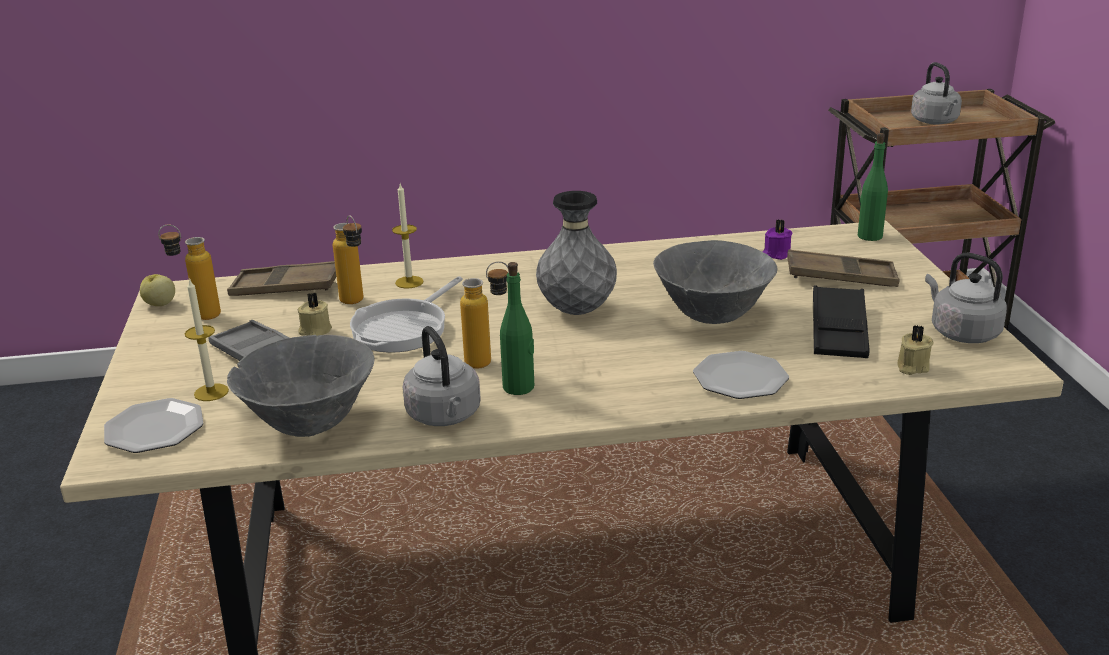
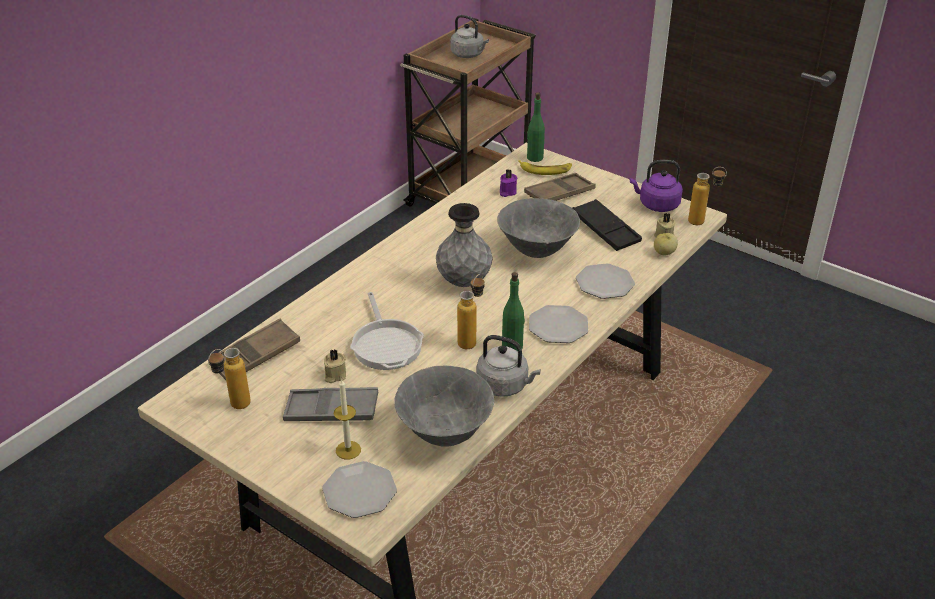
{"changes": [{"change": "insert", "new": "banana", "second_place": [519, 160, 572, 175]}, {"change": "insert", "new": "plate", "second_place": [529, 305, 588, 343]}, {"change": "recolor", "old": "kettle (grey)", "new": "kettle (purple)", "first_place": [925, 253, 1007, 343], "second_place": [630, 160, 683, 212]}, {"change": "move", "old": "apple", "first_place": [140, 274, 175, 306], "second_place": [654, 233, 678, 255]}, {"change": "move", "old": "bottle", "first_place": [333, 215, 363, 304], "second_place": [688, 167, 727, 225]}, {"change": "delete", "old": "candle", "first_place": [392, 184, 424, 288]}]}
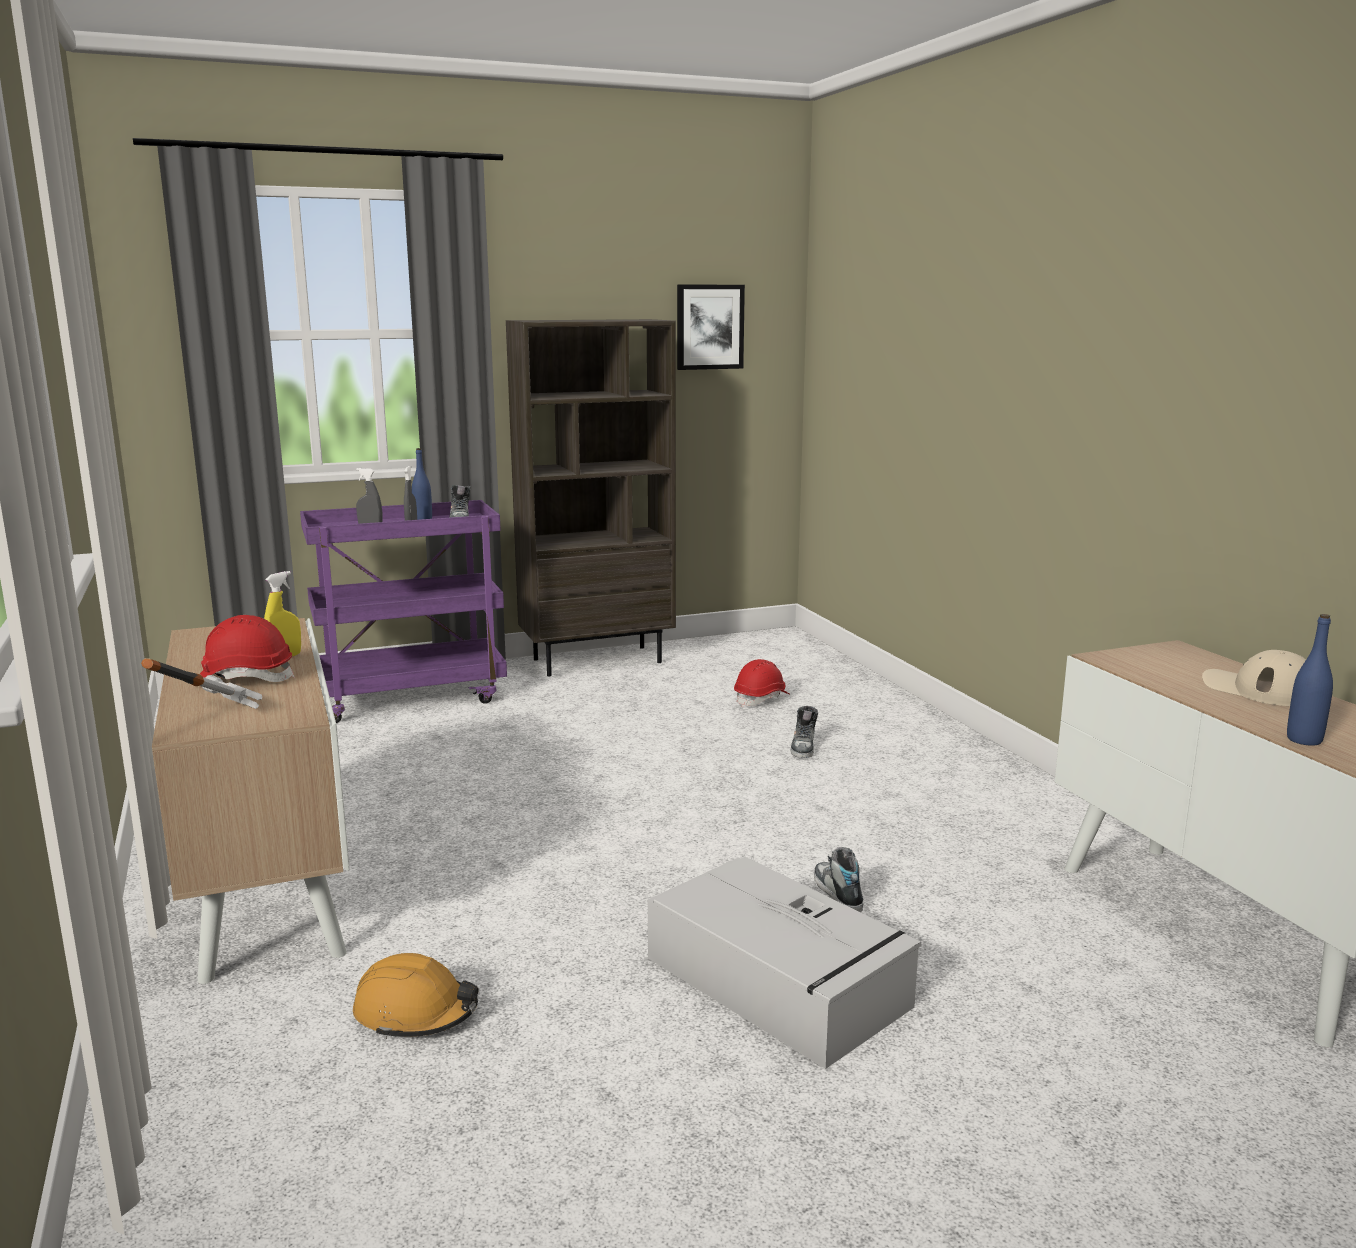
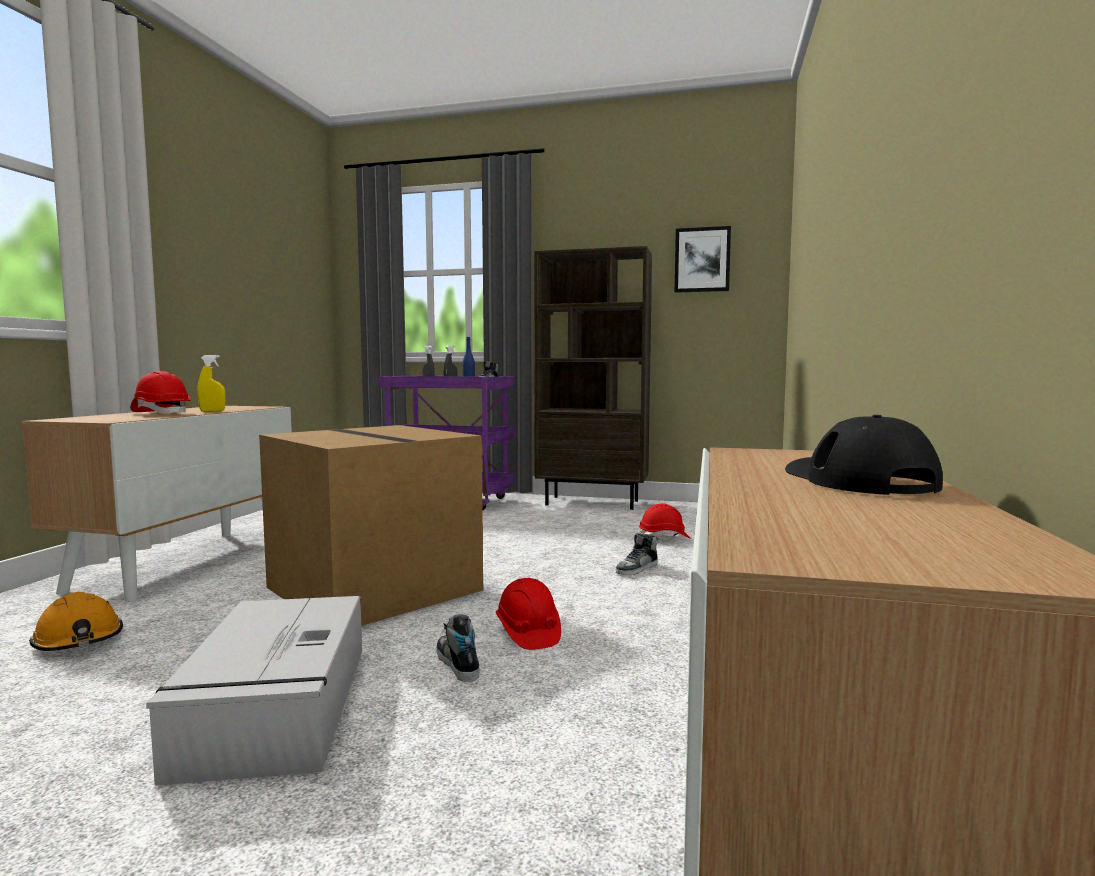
{"changes": [{"change": "insert", "new": "cardboard box", "second_place": [259, 425, 483, 626]}, {"change": "rotate", "old": "shoe", "first_place": [814, 847, 863, 912], "second_place": [437, 614, 480, 682], "degrees": -45}, {"change": "insert", "new": "hard hat (red)", "second_place": [496, 578, 561, 650]}, {"change": "recolor", "old": "cap (beige)", "new": "cap (black)", "first_place": [1202, 650, 1306, 706], "second_place": [785, 415, 943, 495]}, {"change": "delete", "old": "hammer", "first_place": [141, 658, 262, 709]}, {"change": "delete", "old": "bottle (blue)", "first_place": [1287, 614, 1333, 746]}]}
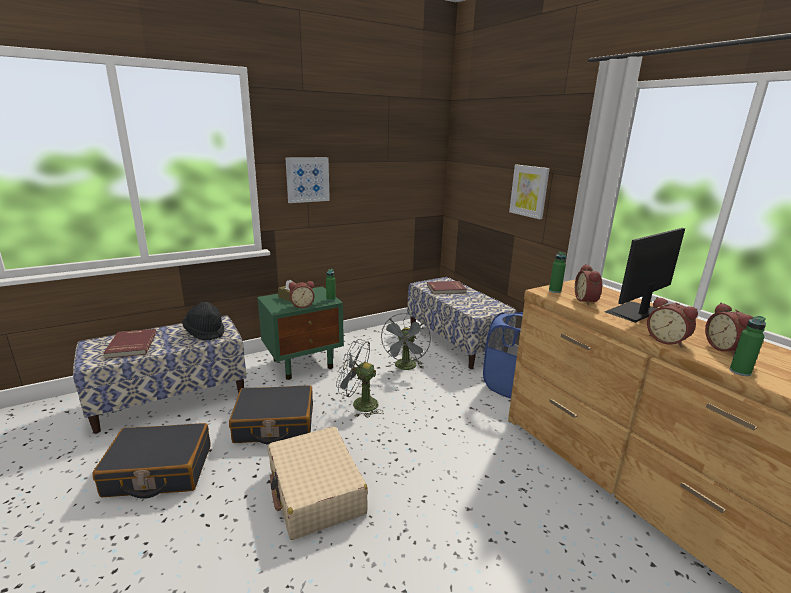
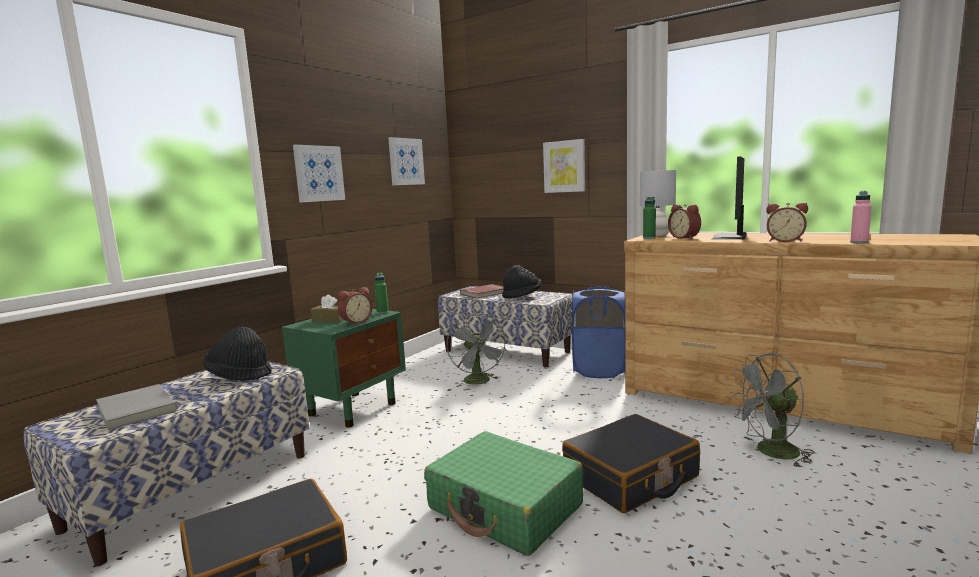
{"changes": [{"change": "recolor", "old": "book (red)", "new": "book (grey)", "first_place": [103, 329, 157, 359], "second_place": [96, 384, 177, 430]}, {"change": "insert", "new": "picture", "second_place": [388, 137, 425, 185]}, {"change": "recolor", "old": "suitcase (beige)", "new": "suitcase (green)", "first_place": [268, 427, 368, 540], "second_place": [424, 431, 583, 556]}, {"change": "insert", "new": "hat (black)", "second_place": [502, 265, 541, 299]}, {"change": "move", "old": "suitcase (black)", "first_place": [229, 385, 313, 444], "second_place": [562, 414, 700, 513]}, {"change": "insert", "new": "table lamp (grey)", "second_place": [640, 170, 676, 236]}, {"change": "move", "old": "fan (grey)", "first_place": [336, 339, 383, 418], "second_place": [730, 353, 814, 467]}, {"change": "recolor", "old": "bottle (green)", "new": "bottle (pink)", "first_place": [730, 316, 766, 376], "second_place": [850, 191, 872, 243]}, {"change": "delete", "old": "alarm clock", "first_place": [705, 303, 753, 356]}]}
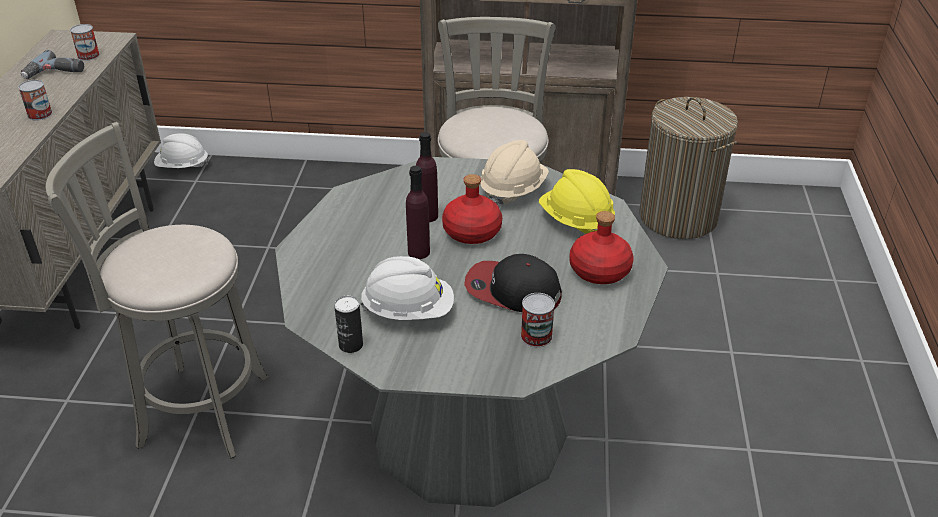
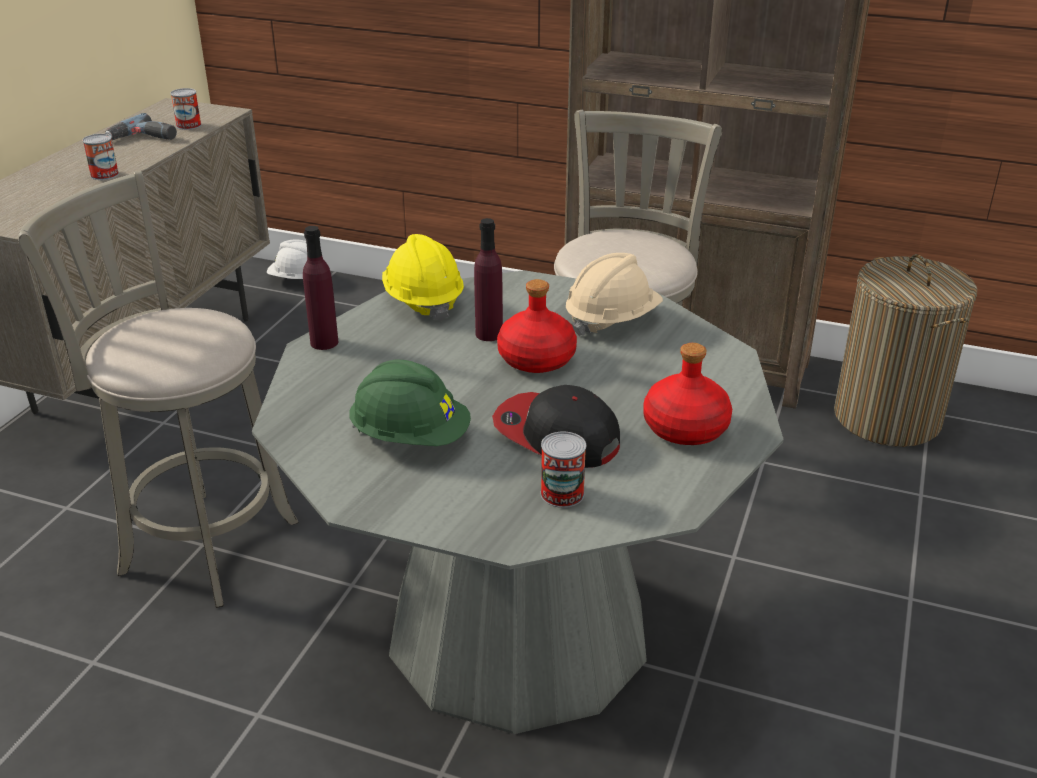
{"changes": [{"change": "move", "old": "bottle (purple)", "first_place": [406, 166, 430, 259], "second_place": [303, 226, 338, 350]}, {"change": "recolor", "old": "hard hat (white)", "new": "hard hat (green)", "first_place": [360, 256, 454, 320], "second_place": [349, 359, 471, 446]}, {"change": "move", "old": "hard hat (yellow)", "first_place": [539, 169, 615, 234], "second_place": [382, 234, 464, 322]}, {"change": "delete", "old": "can", "first_place": [334, 296, 363, 353]}]}
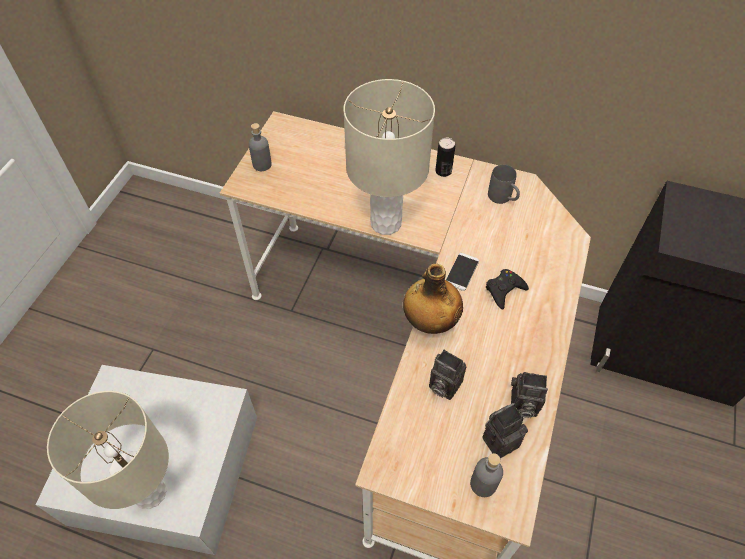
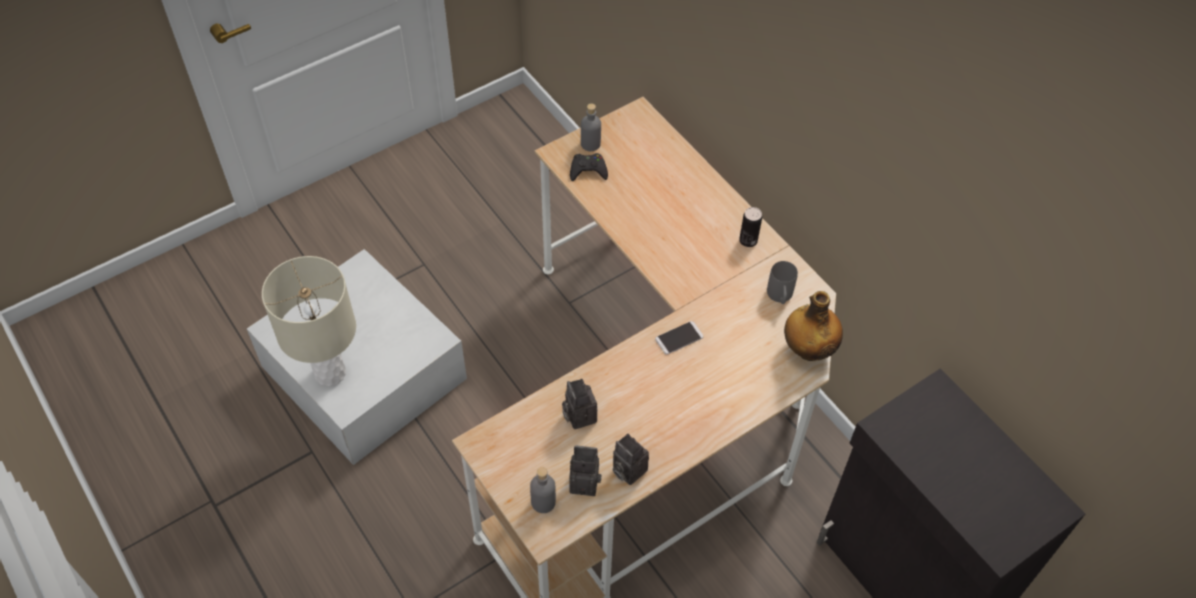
{"changes": [{"change": "move", "old": "game controller (black)", "first_place": [486, 269, 529, 309], "second_place": [570, 153, 608, 181]}, {"change": "move", "old": "bottle", "first_place": [403, 263, 463, 334], "second_place": [784, 291, 843, 361]}, {"change": "delete", "old": "table lamp (beige)", "first_place": [343, 79, 435, 235]}]}
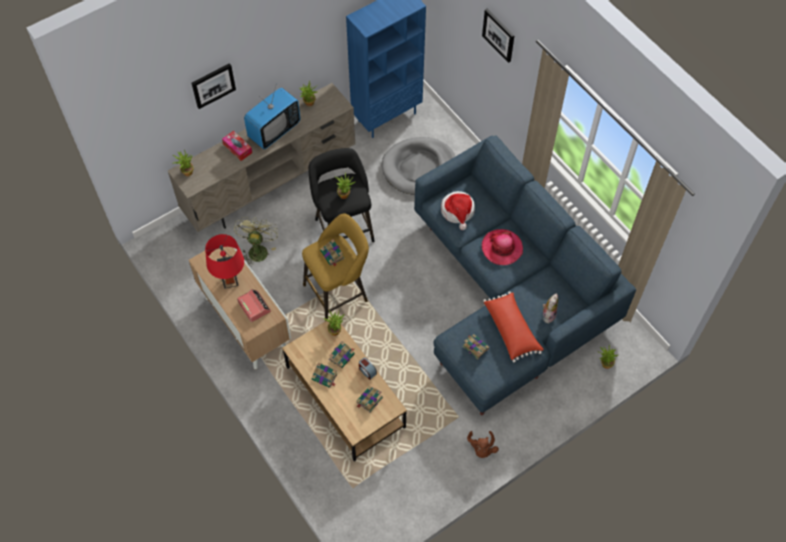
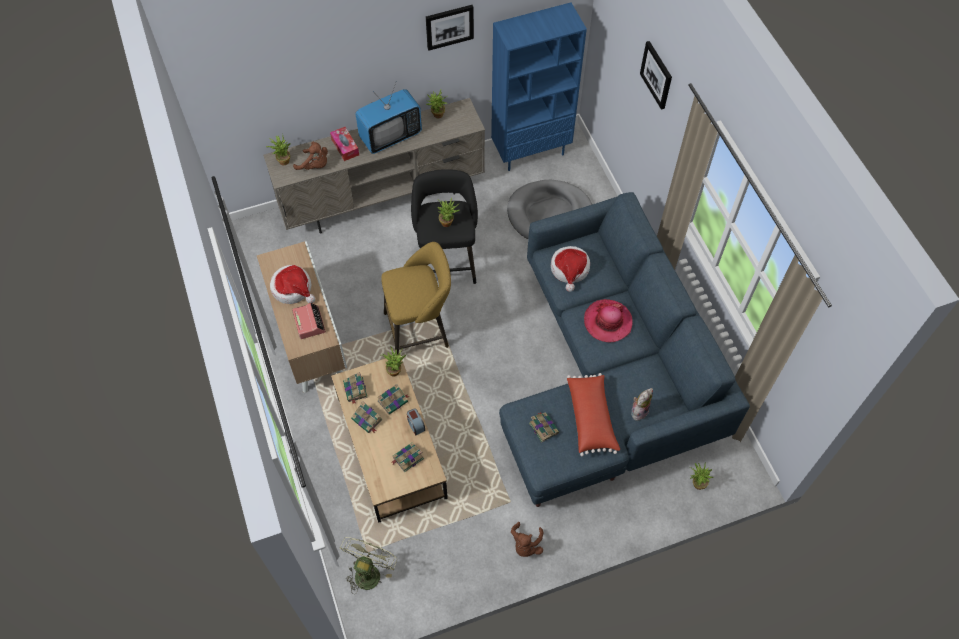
{"changes": [{"change": "replace", "old": "table lamp (red)", "new": "hat", "first_place": [205, 234, 244, 289], "second_place": [270, 265, 315, 304]}, {"change": "insert", "new": "plush toy (brown)", "second_place": [293, 142, 328, 170]}, {"change": "move", "old": "fan (green)", "first_place": [234, 217, 278, 266], "second_place": [340, 537, 397, 594]}, {"change": "move", "old": "book", "first_place": [320, 239, 345, 267], "second_place": [343, 372, 368, 404]}, {"change": "move", "old": "picture", "first_place": [191, 63, 236, 109], "second_place": [426, 5, 474, 51]}]}
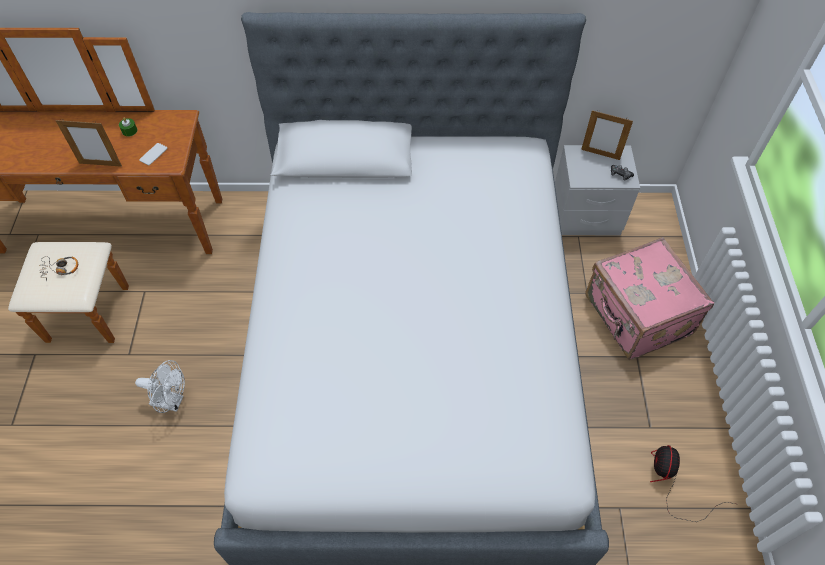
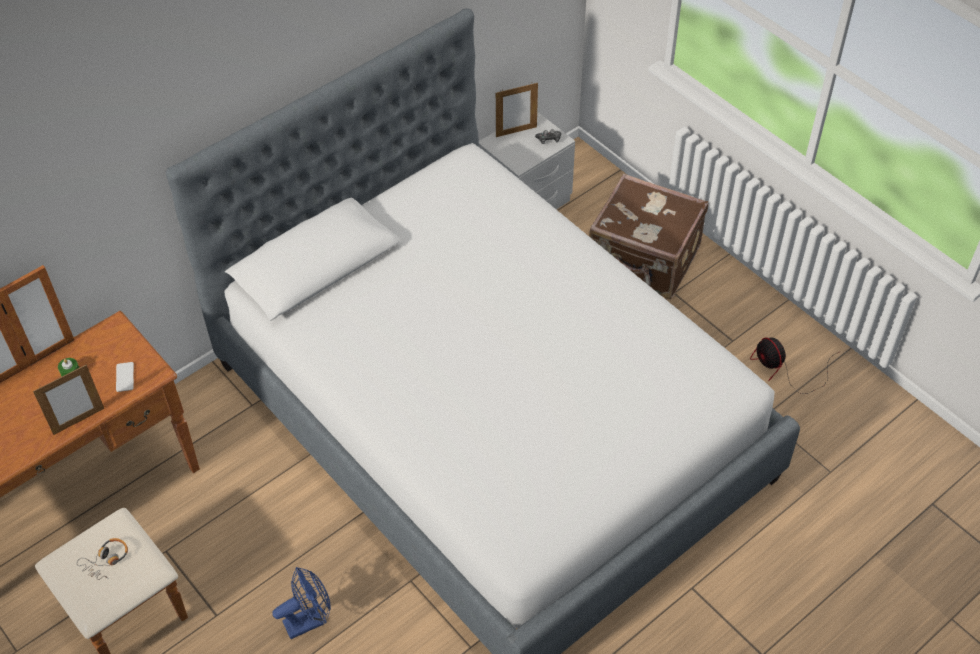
{"changes": [{"change": "recolor", "old": "fan (white)", "new": "fan (blue)", "first_place": [135, 360, 185, 413], "second_place": [272, 567, 331, 639]}, {"change": "recolor", "old": "suitcase (pink)", "new": "suitcase (brown)", "first_place": [585, 237, 714, 360], "second_place": [589, 173, 709, 299]}]}
